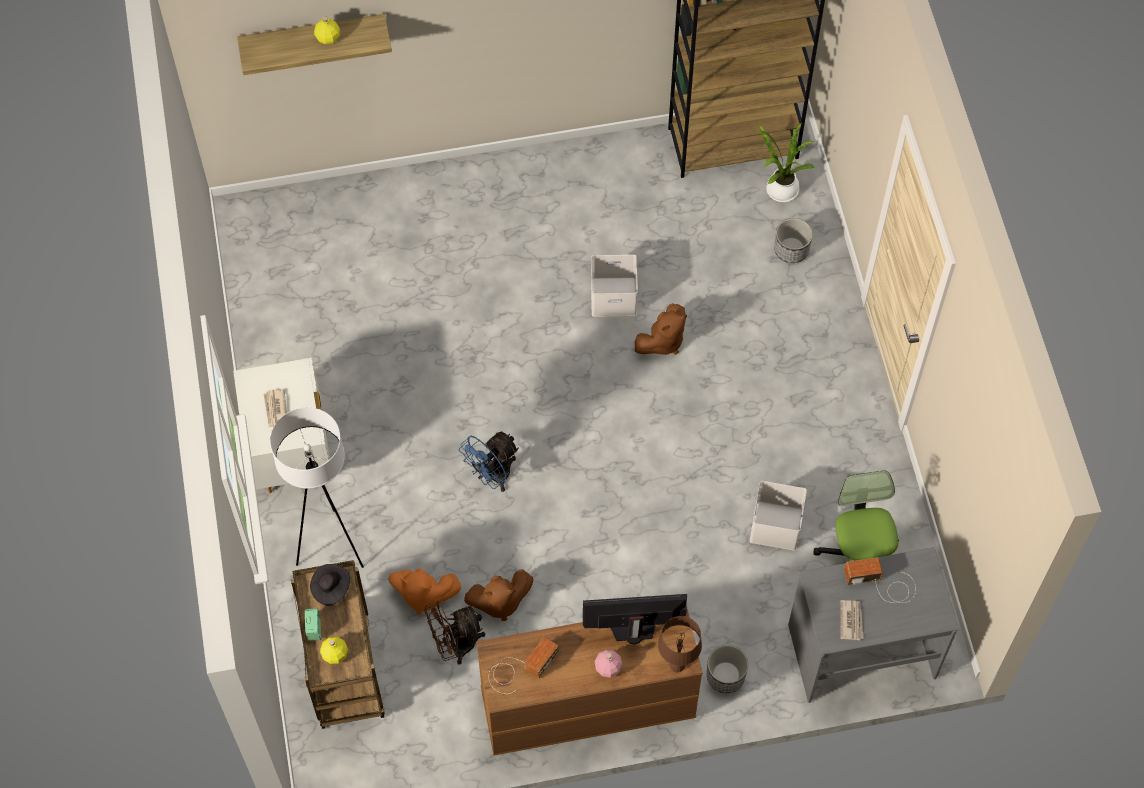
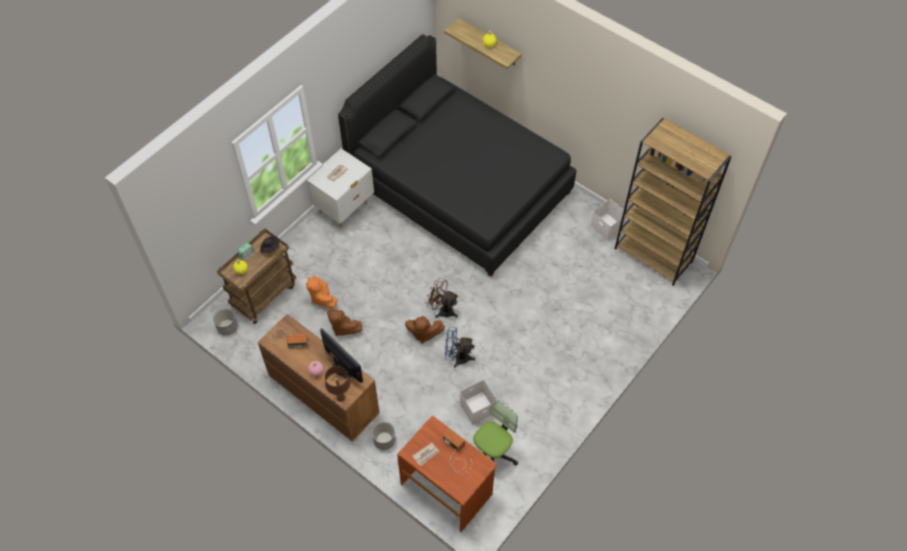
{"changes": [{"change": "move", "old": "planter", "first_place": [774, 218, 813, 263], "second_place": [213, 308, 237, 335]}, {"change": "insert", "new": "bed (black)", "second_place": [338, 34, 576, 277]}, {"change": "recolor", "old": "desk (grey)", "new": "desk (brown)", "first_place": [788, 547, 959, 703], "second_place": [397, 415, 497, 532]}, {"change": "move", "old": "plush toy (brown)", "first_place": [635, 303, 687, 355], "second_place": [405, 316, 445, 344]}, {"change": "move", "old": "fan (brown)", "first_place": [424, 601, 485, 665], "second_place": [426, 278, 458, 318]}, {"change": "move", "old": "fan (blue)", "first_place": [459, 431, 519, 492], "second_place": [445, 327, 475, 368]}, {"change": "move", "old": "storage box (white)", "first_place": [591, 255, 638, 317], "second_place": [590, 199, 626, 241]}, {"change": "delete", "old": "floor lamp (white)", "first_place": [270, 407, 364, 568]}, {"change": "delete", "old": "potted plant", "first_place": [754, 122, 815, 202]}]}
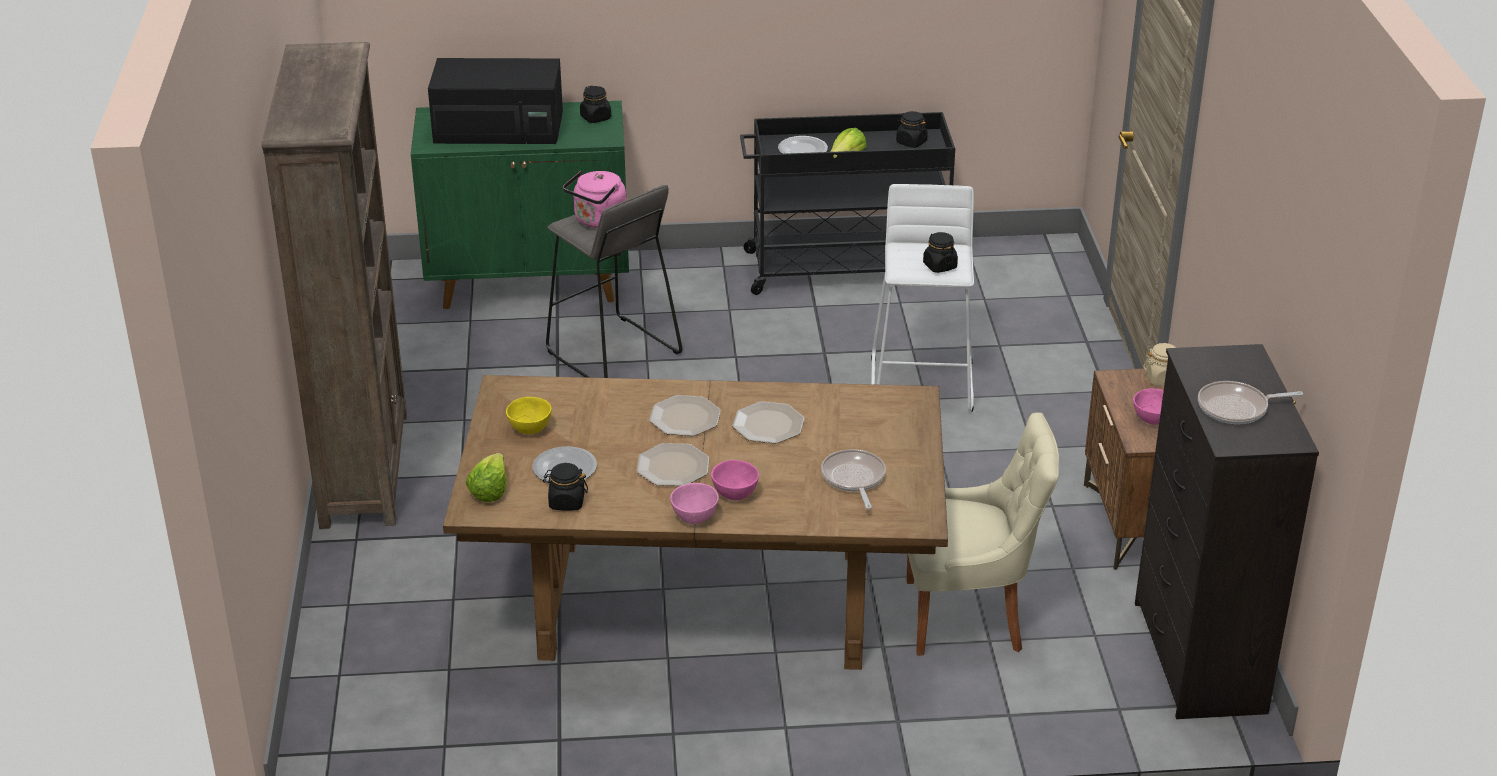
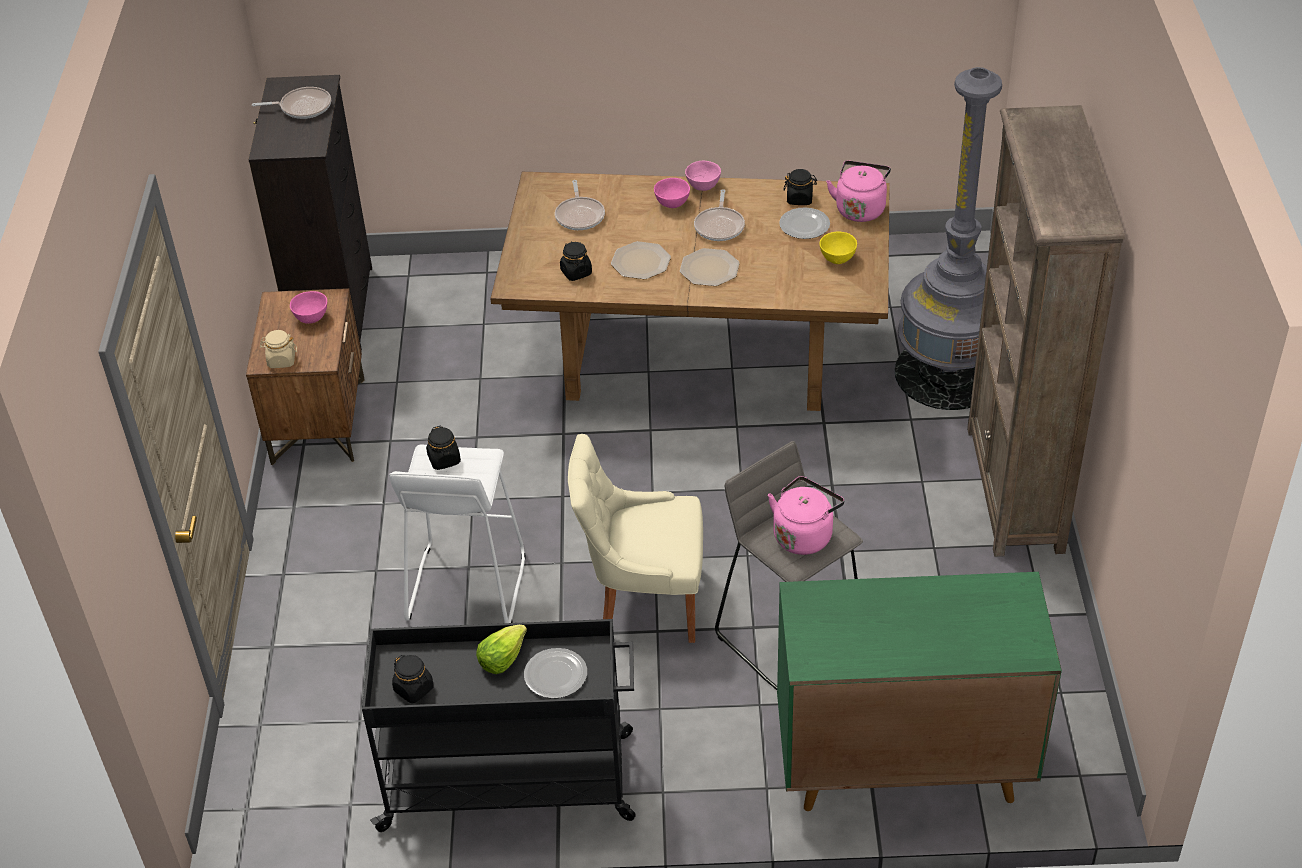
{"changes": [{"change": "move", "old": "jar (black)", "first_place": [580, 86, 611, 123], "second_place": [560, 242, 592, 281]}, {"change": "move", "old": "chair (beige)", "first_place": [906, 412, 1059, 656], "second_place": [568, 434, 703, 643]}, {"change": "replace", "old": "plate", "new": "frying pan", "first_place": [637, 443, 709, 486], "second_place": [694, 189, 745, 241]}, {"change": "replace", "old": "lettuce", "new": "kettle (pink)", "first_place": [466, 453, 507, 502], "second_place": [826, 161, 891, 222]}, {"change": "insert", "new": "floor lamp (grey)", "second_place": [895, 67, 1002, 410]}, {"change": "delete", "old": "microwave (black)", "first_place": [428, 58, 563, 144]}]}
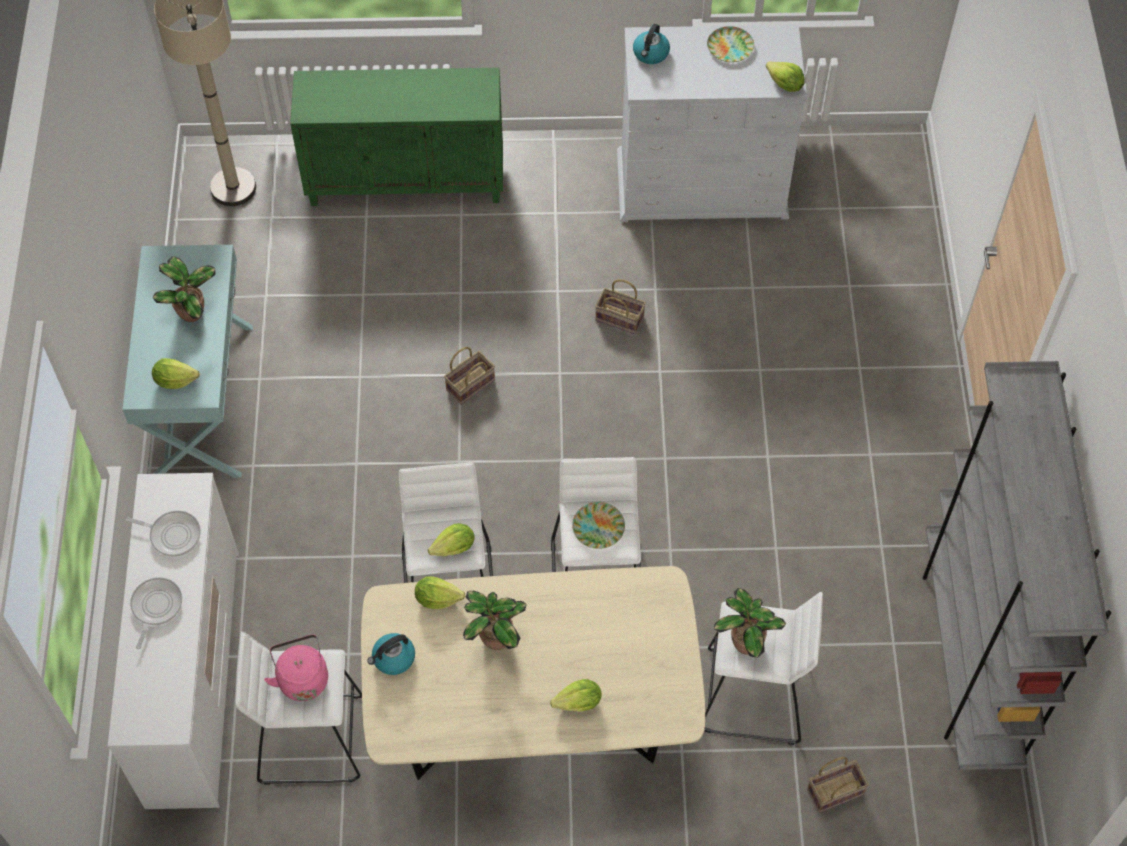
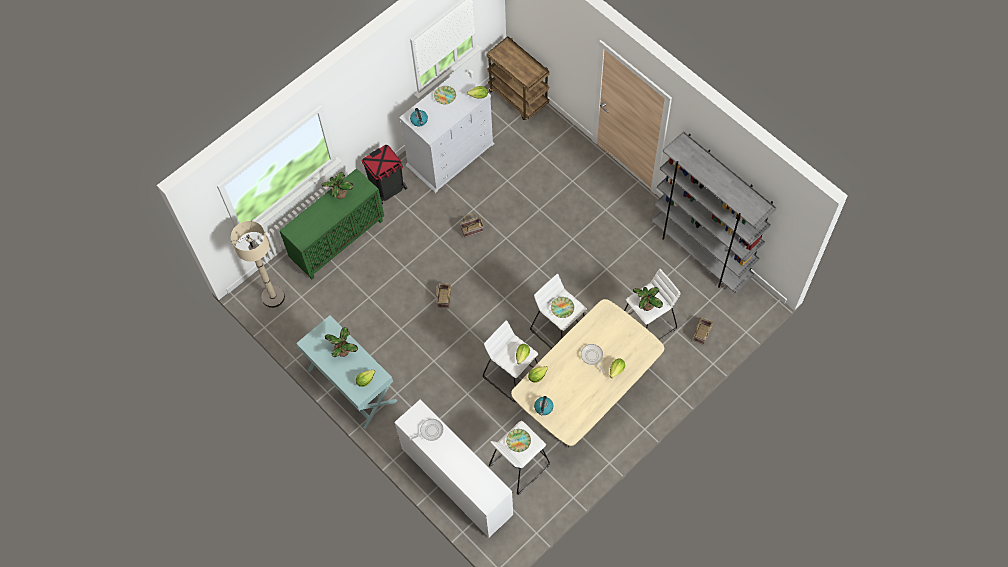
{"changes": [{"change": "move", "old": "potted plant", "first_place": [463, 591, 526, 650], "second_place": [321, 172, 354, 199]}, {"change": "insert", "new": "trash can (black)", "second_place": [362, 145, 407, 204]}, {"change": "insert", "new": "cart (brown)", "second_place": [486, 36, 550, 120]}, {"change": "replace", "old": "kettle (pink)", "new": "plate", "first_place": [264, 634, 328, 701], "second_place": [506, 429, 531, 452]}, {"change": "move", "old": "frying pan", "first_place": [130, 577, 182, 649], "second_place": [581, 344, 605, 373]}]}
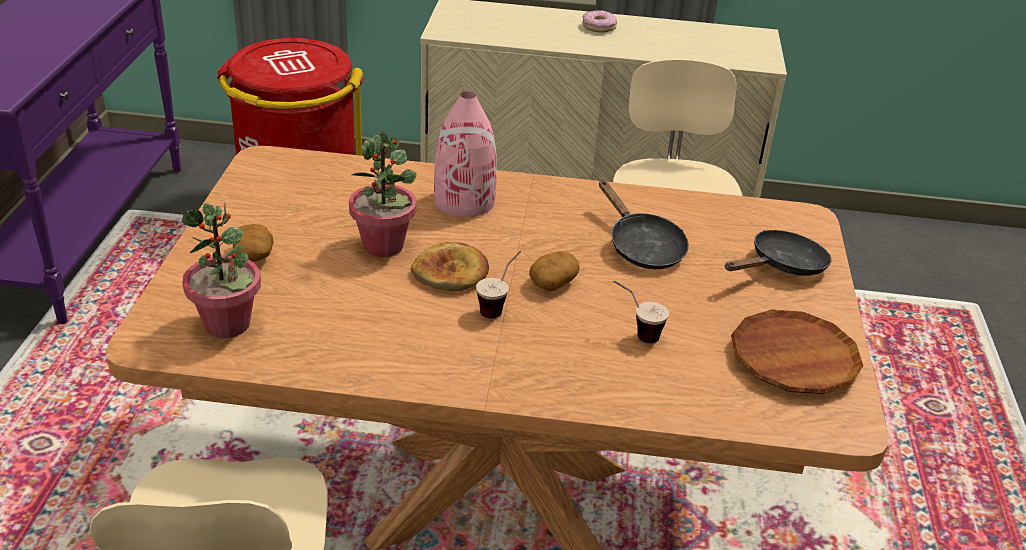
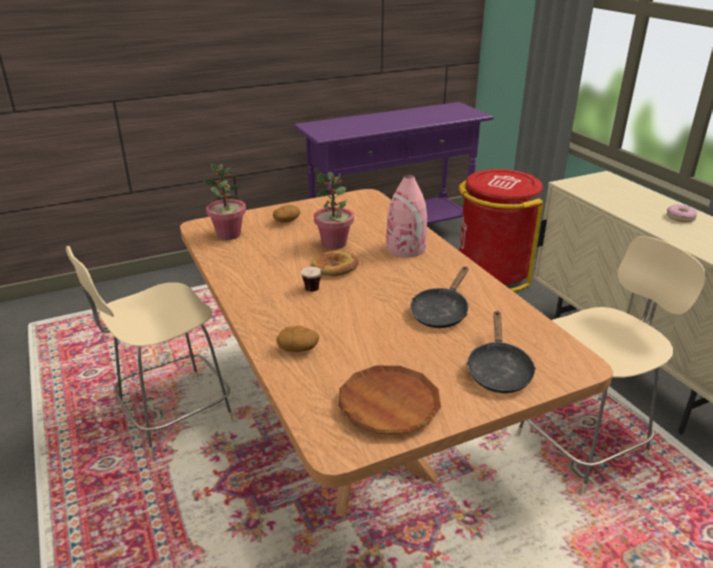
{"changes": [{"change": "move", "old": "potato", "first_place": [529, 251, 580, 292], "second_place": [276, 326, 319, 352]}, {"change": "rotate", "old": "frying pan (black)", "first_place": [725, 230, 832, 276], "second_place": [466, 311, 536, 393], "degrees": 75}, {"change": "delete", "old": "cup", "first_place": [613, 280, 669, 343]}]}
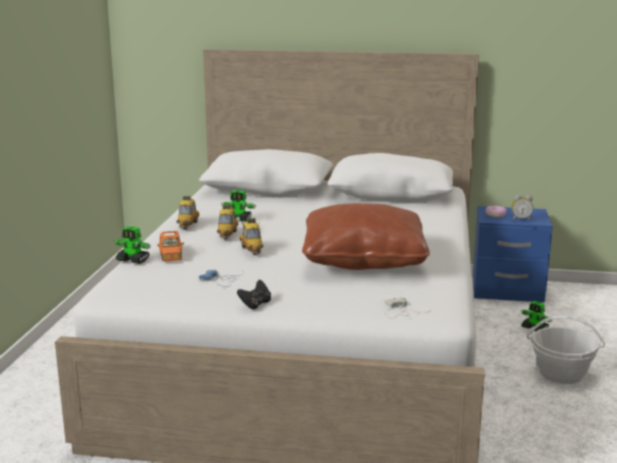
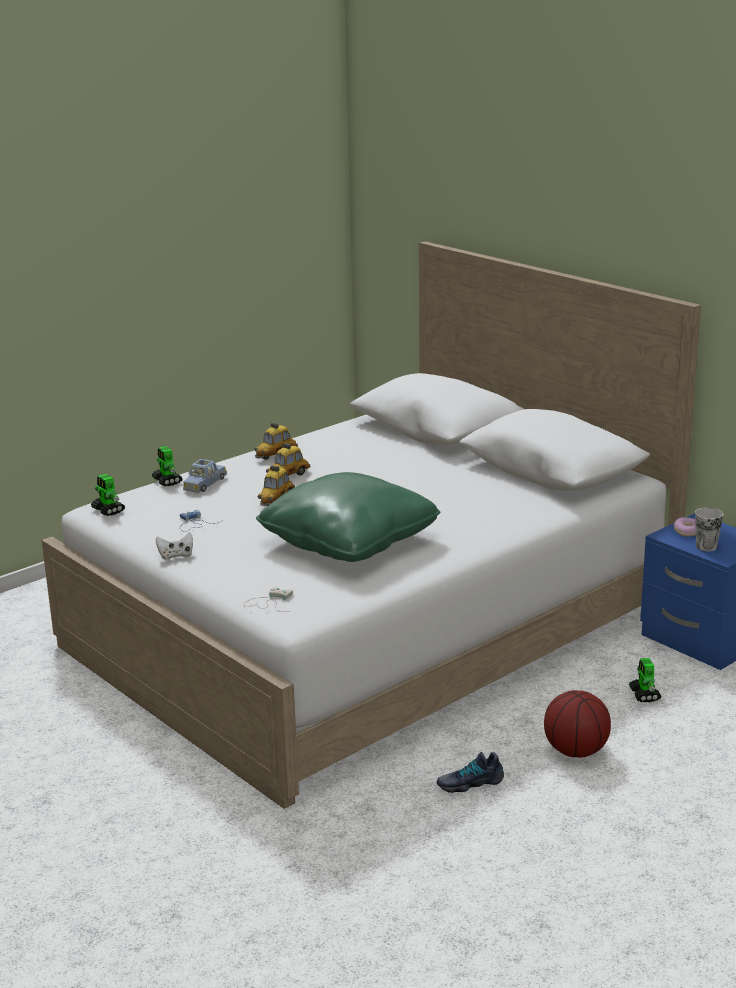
{"changes": [{"change": "move", "old": "toy robot", "first_place": [221, 190, 256, 222], "second_place": [91, 474, 125, 516]}, {"change": "recolor", "old": "game controller (black)", "new": "game controller (white)", "first_place": [237, 279, 271, 309], "second_place": [156, 532, 193, 560]}, {"change": "recolor", "old": "toy car (orange)", "new": "toy car (blue)", "first_place": [157, 231, 184, 262], "second_place": [183, 459, 227, 493]}, {"change": "recolor", "old": "pillow (brown)", "new": "pillow (green)", "first_place": [302, 203, 430, 270], "second_place": [256, 472, 440, 562]}, {"change": "insert", "new": "shoe", "second_place": [437, 752, 504, 793]}, {"change": "replace", "old": "basket", "new": "basketball", "first_place": [527, 316, 605, 384], "second_place": [544, 690, 611, 758]}, {"change": "replace", "old": "alarm clock", "new": "cup", "first_place": [511, 194, 533, 221], "second_place": [695, 507, 723, 551]}]}
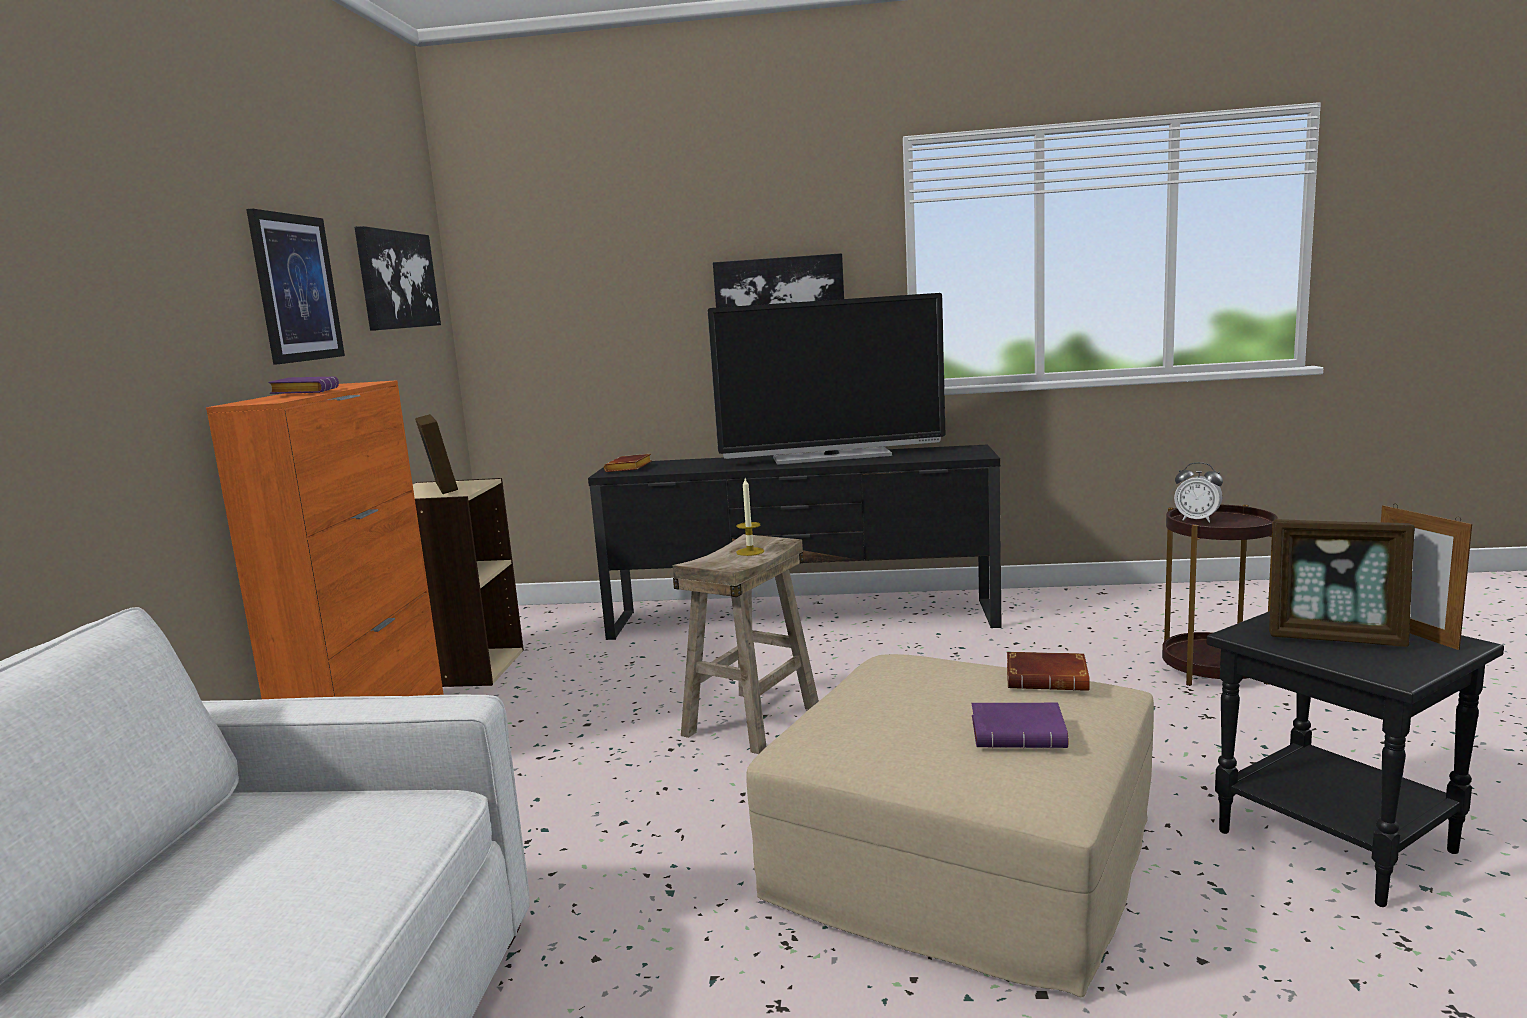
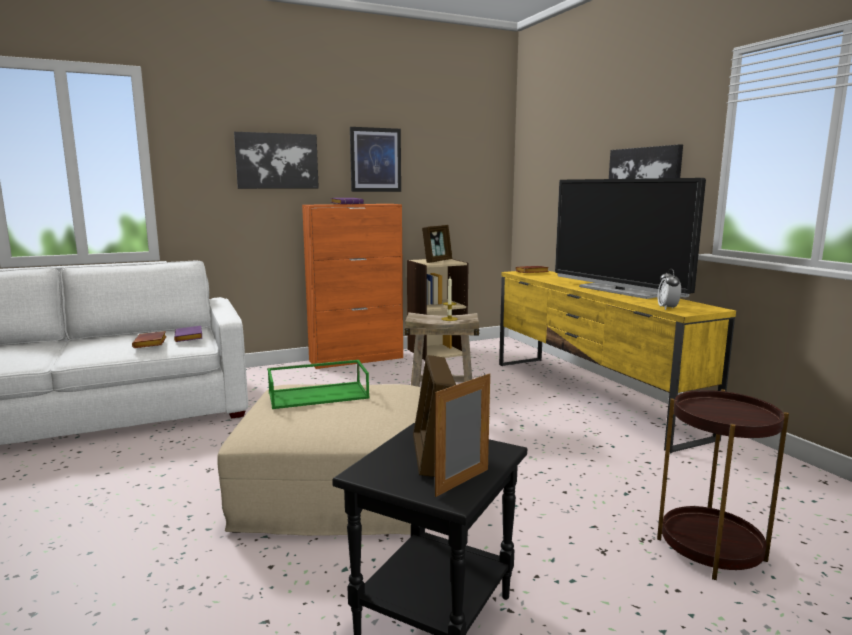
{"changes": [{"change": "move", "old": "book (brown)", "first_place": [1007, 652, 1090, 691], "second_place": [132, 331, 167, 348]}, {"change": "move", "old": "book (purple)", "first_place": [972, 703, 1068, 748], "second_place": [174, 326, 202, 342]}, {"change": "move", "old": "picture", "first_place": [354, 226, 441, 331], "second_place": [234, 132, 319, 189]}, {"change": "insert", "new": "tray (green)", "second_place": [267, 360, 370, 409]}, {"change": "recolor", "old": "tv stand (black)", "new": "tv stand (yellow)", "first_place": [588, 444, 1002, 640], "second_place": [499, 271, 736, 453]}, {"change": "move", "old": "alarm clock", "first_place": [1174, 462, 1223, 523], "second_place": [658, 269, 681, 310]}]}
